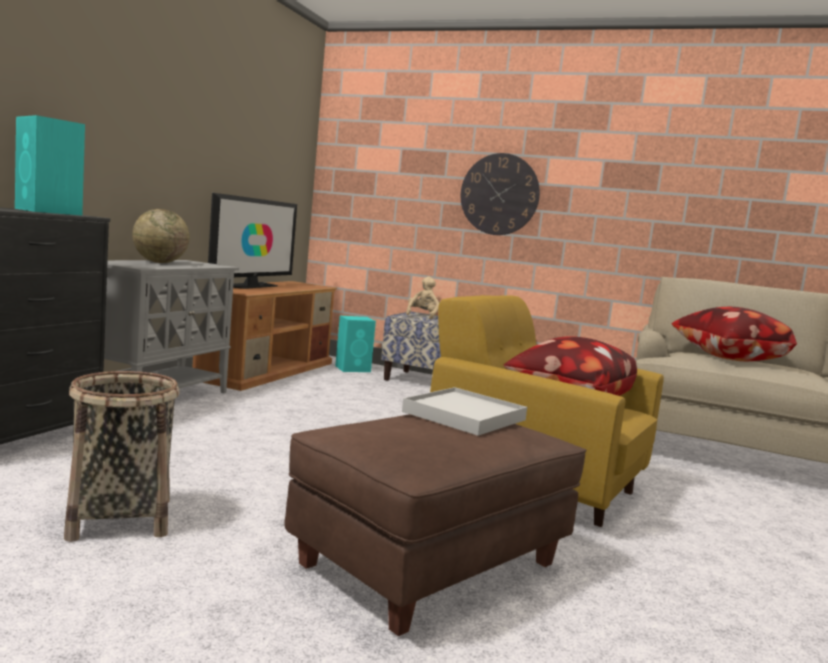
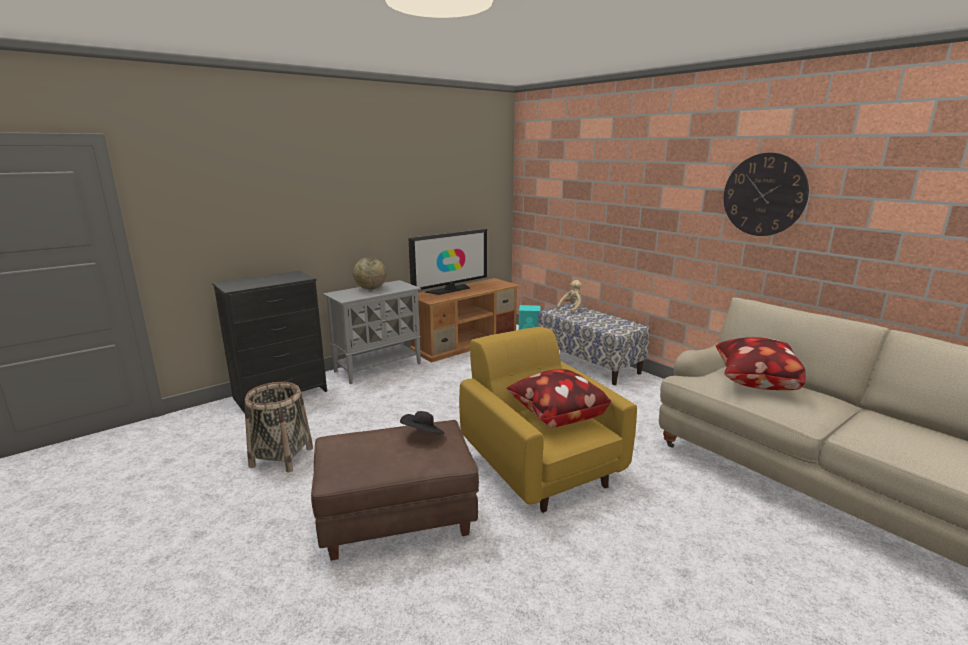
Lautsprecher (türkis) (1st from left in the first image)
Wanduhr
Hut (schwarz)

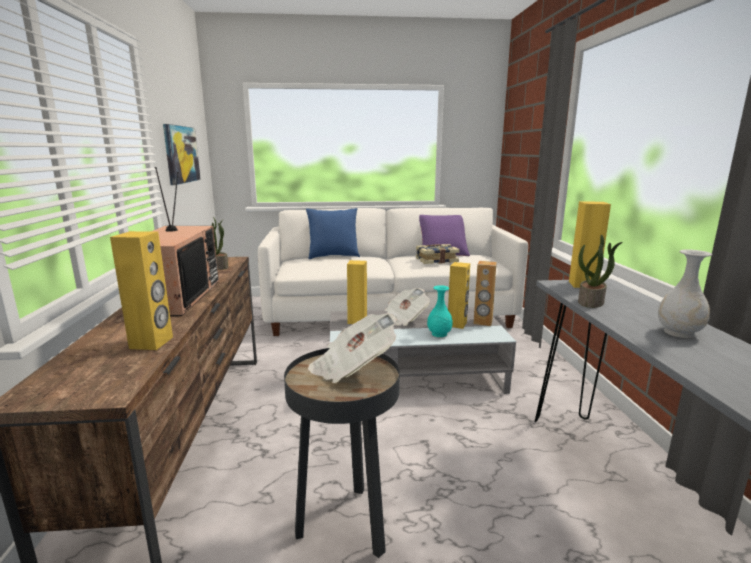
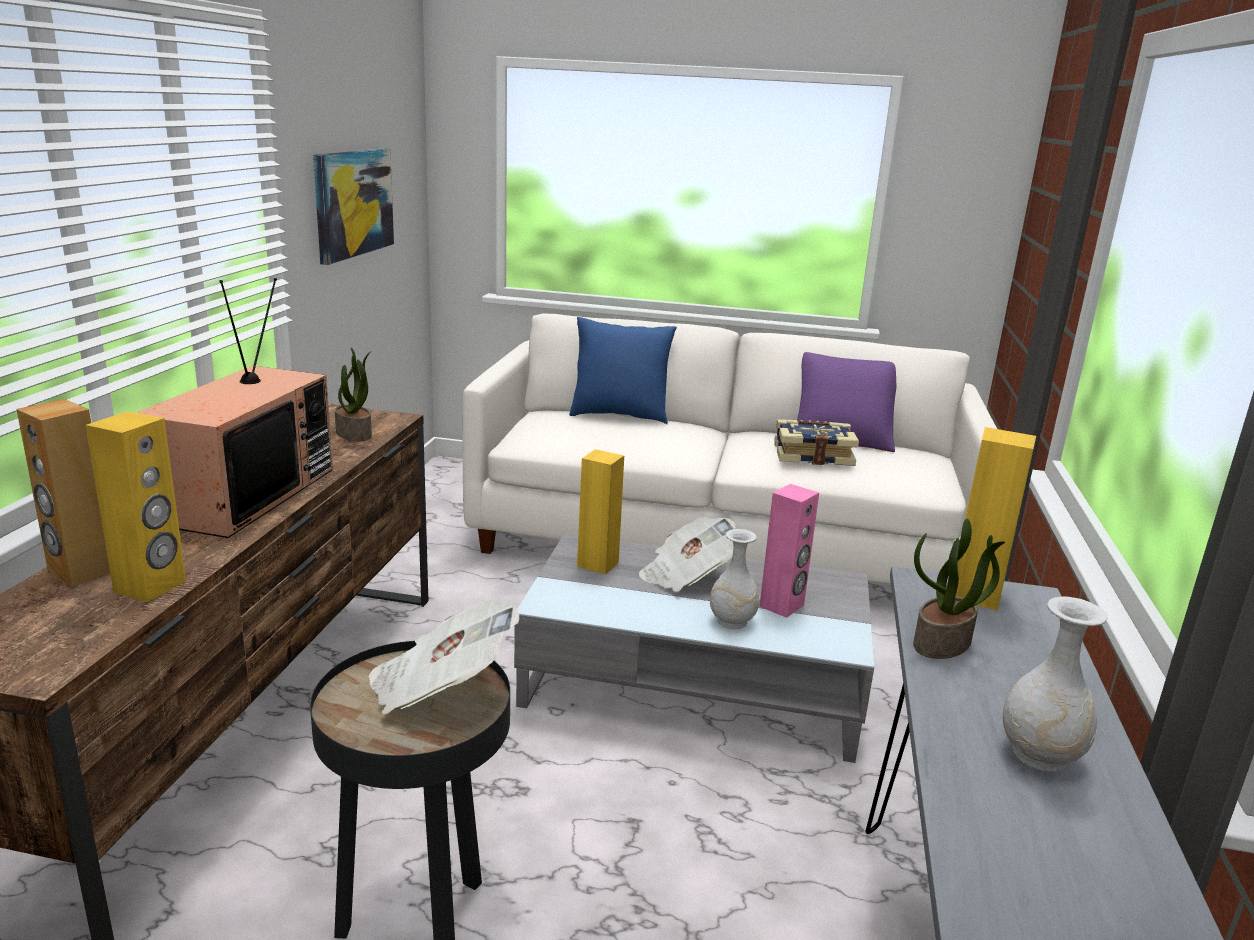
Lautsprecher (braun)
Lautsprecher (rosa)
Vase (weiß) (1st from left)

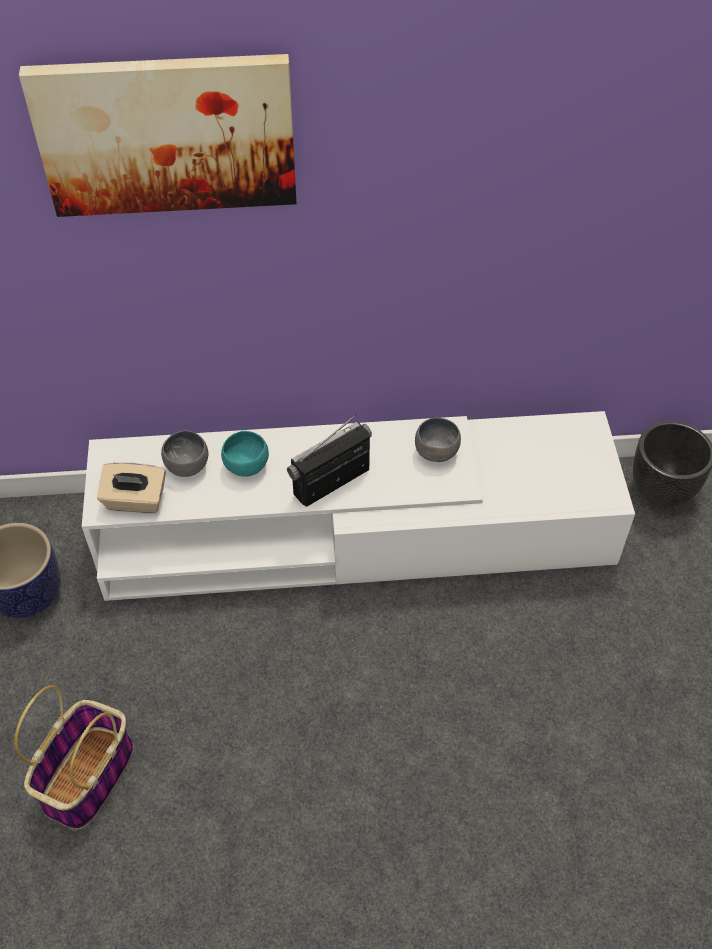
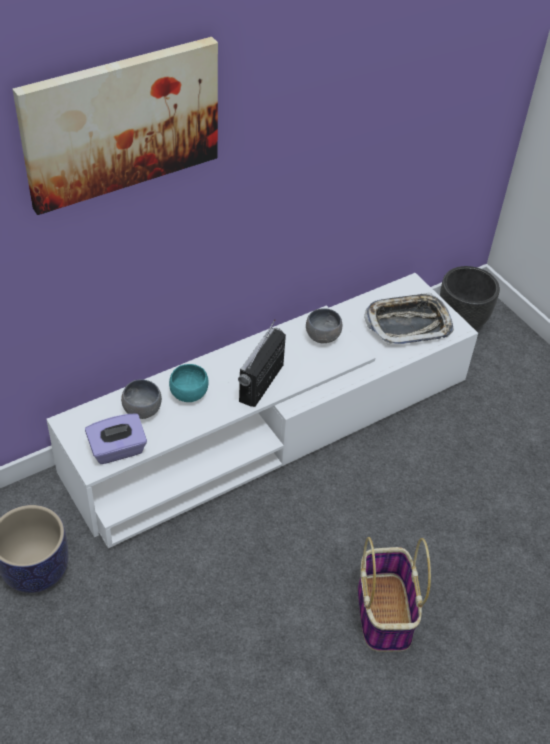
Taschentuchbox (lila)
Korb
Tablett

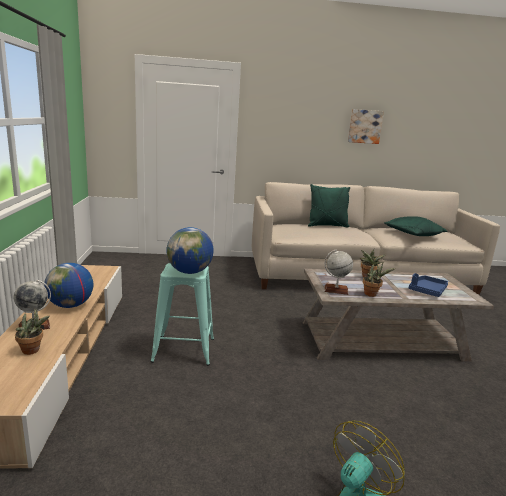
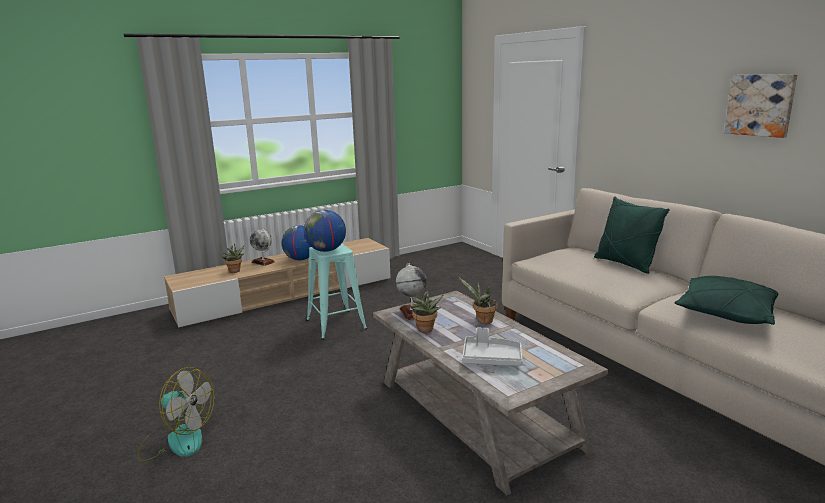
Tablett (grau)

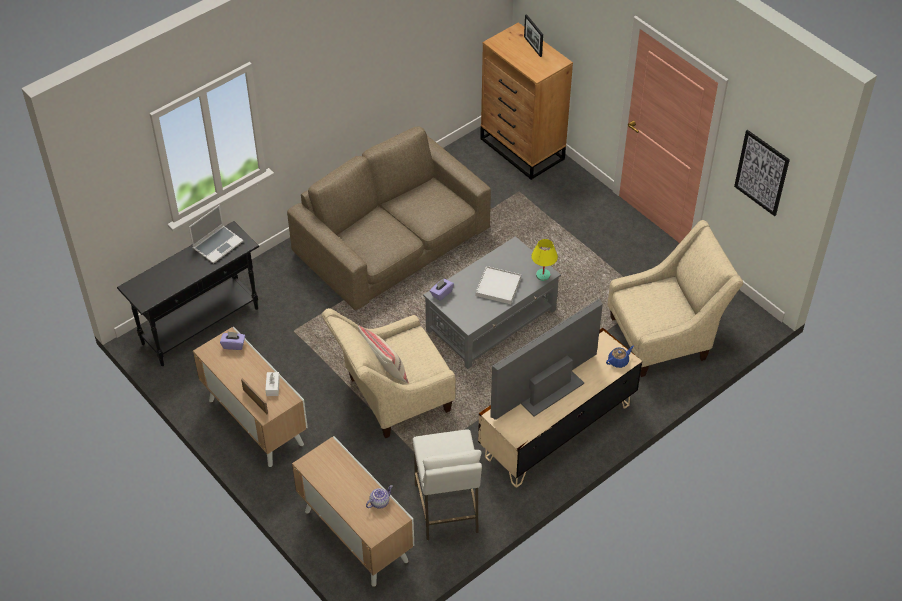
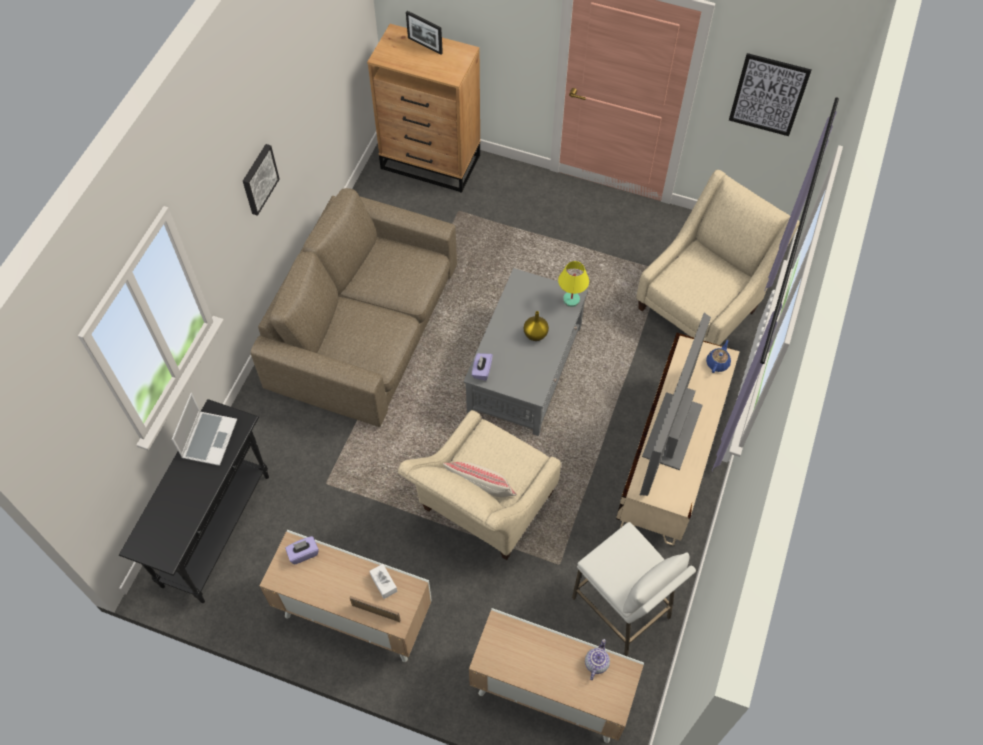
Vase (gelb)
Bild (1st from left)

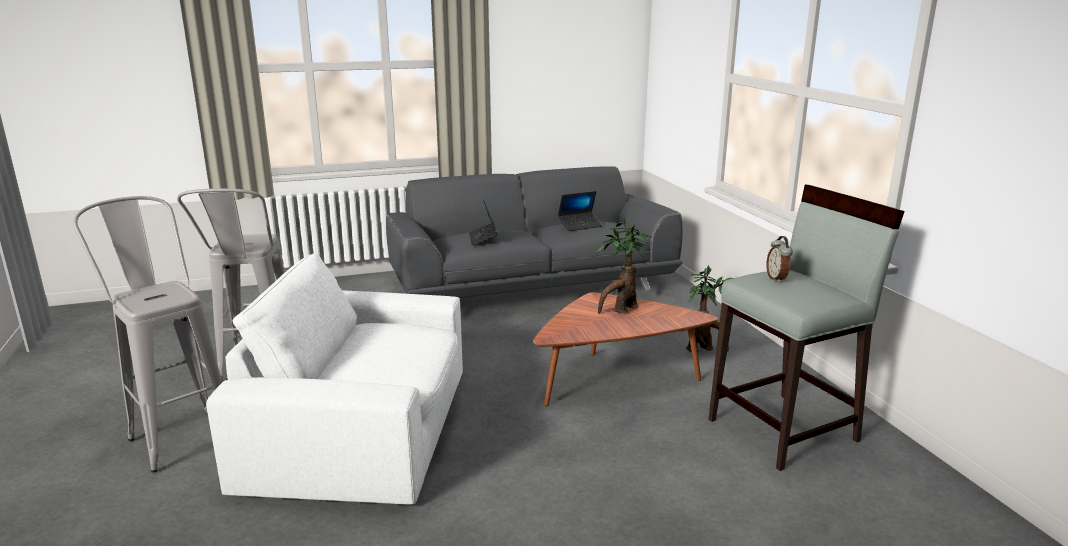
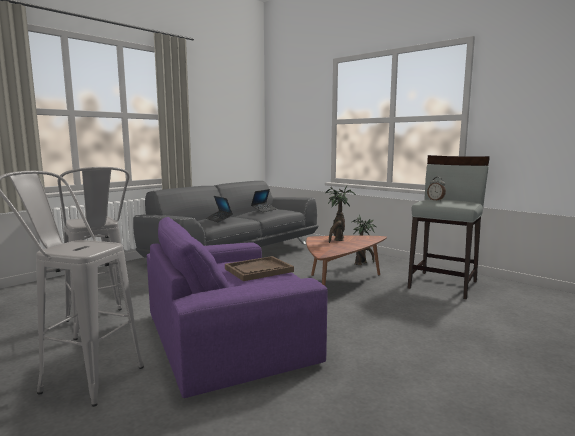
Sessel (lila)
Tablett (braun)

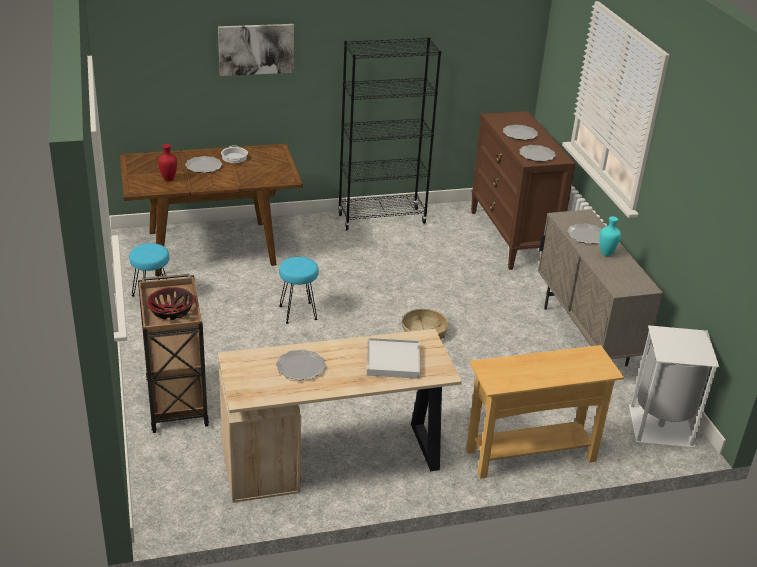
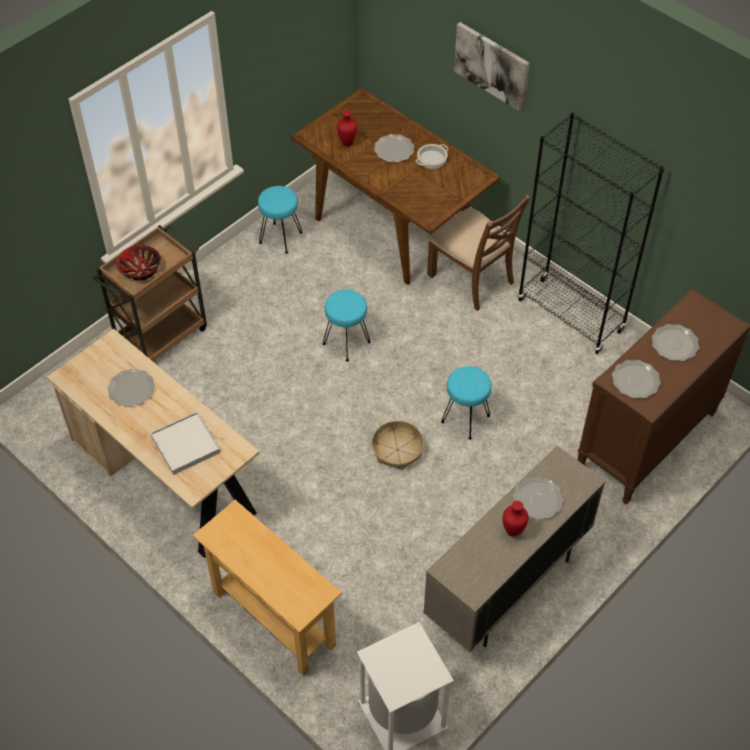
Vase (rot) (2nd from left)
Stuhl (braun)
Hocker (türkis) (3rd from left)

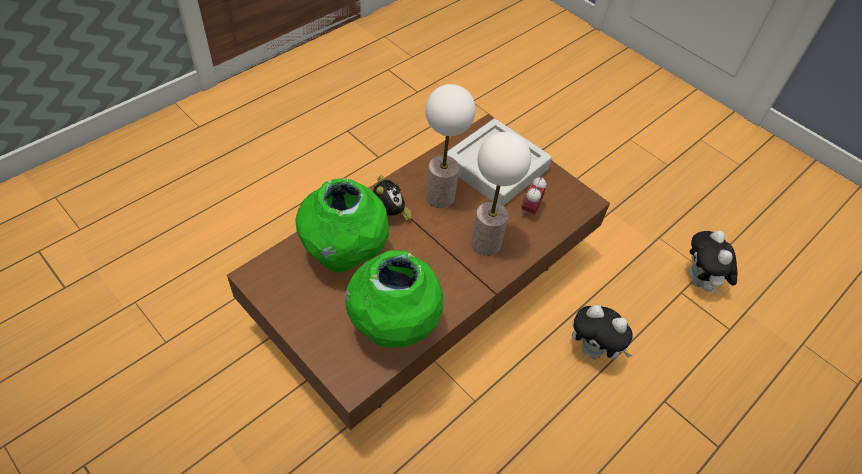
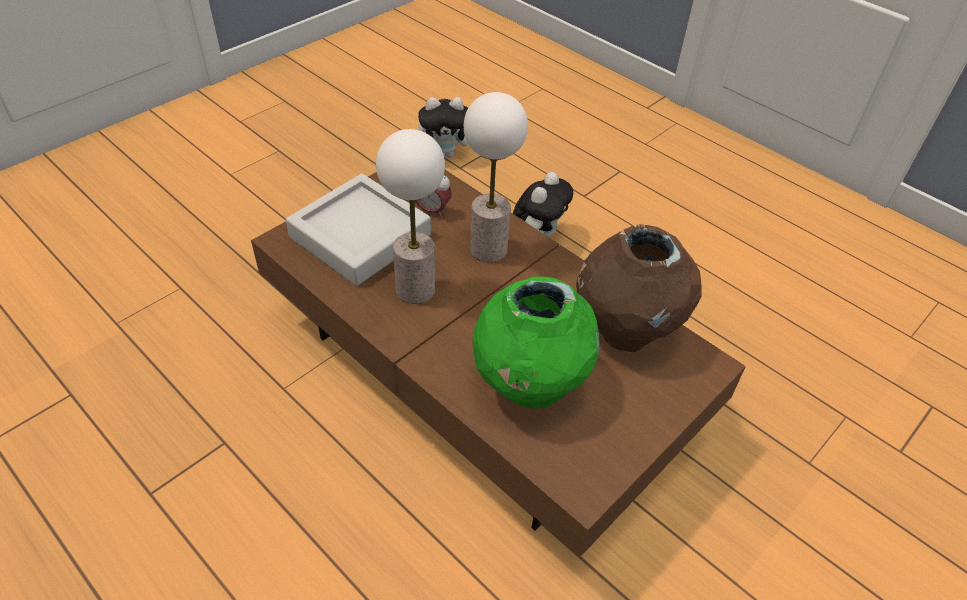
Wecker (1st from left in the first image)
Vase (braun)

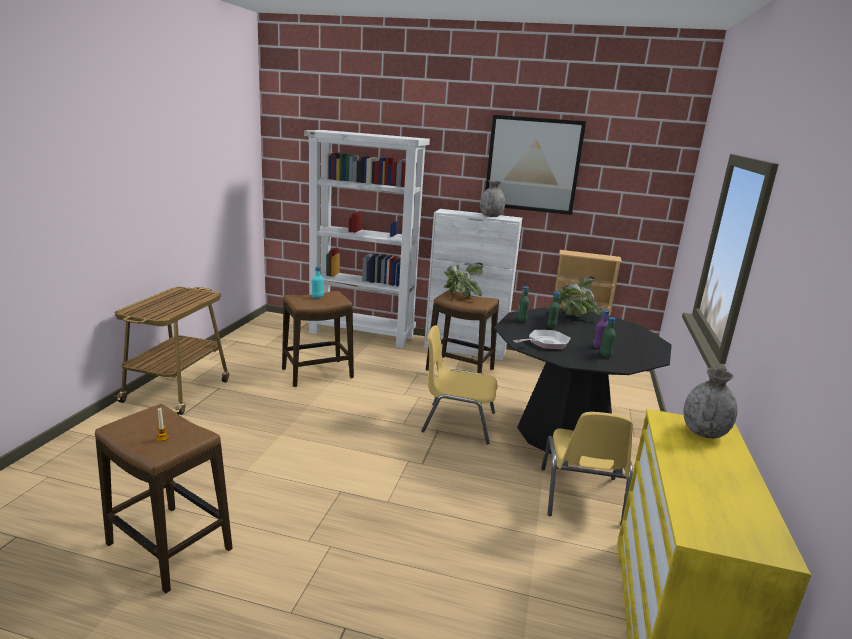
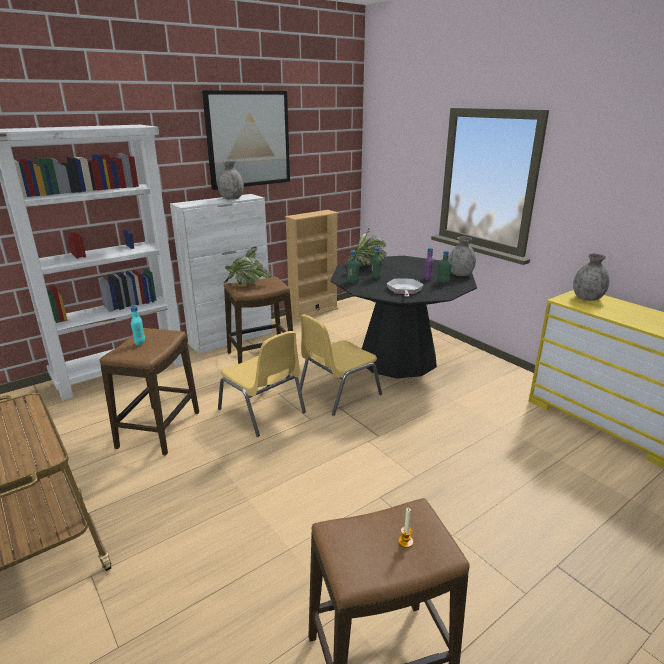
Stuhl (gelb) (1st from left)
Vase (grau) (2nd from left)

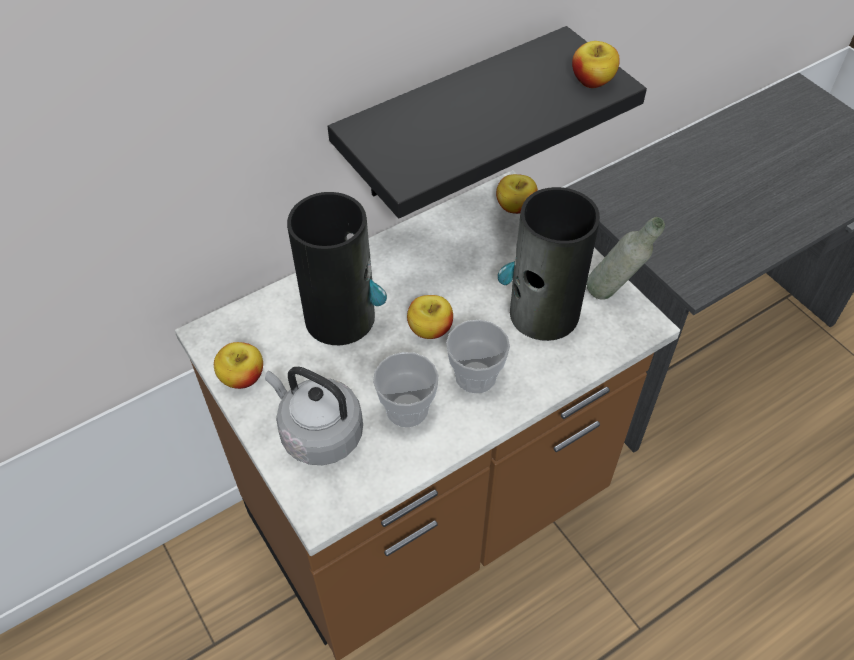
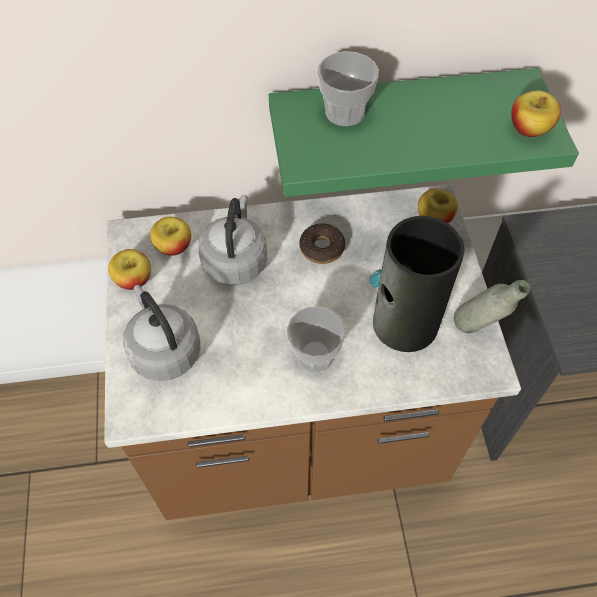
Wandregal (grün)
Wasserkessel (grau) (2nd from left)
Apfel (2nd from left)
Tasse (2nd from left)
Donut

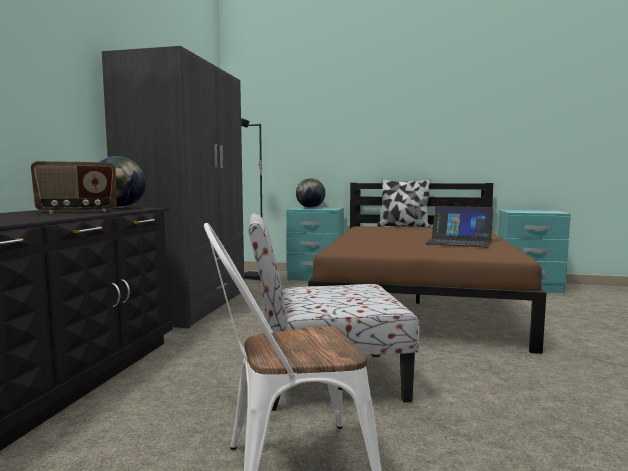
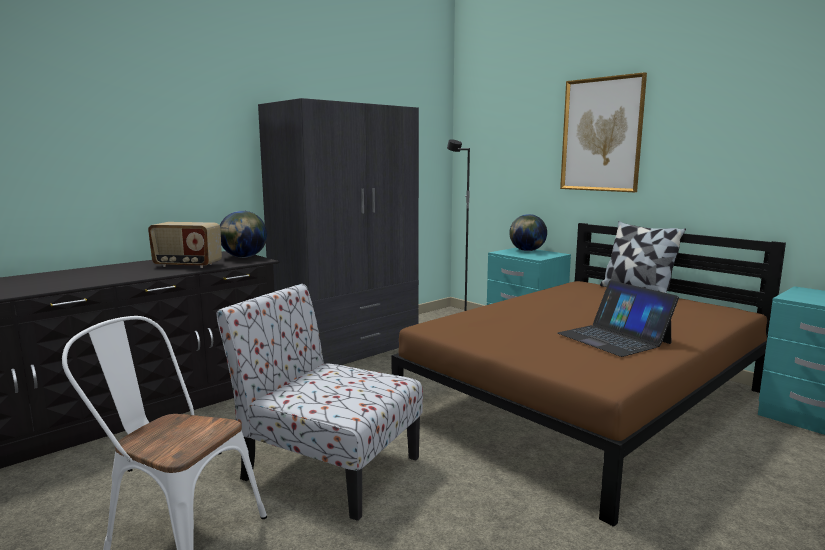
Bild

